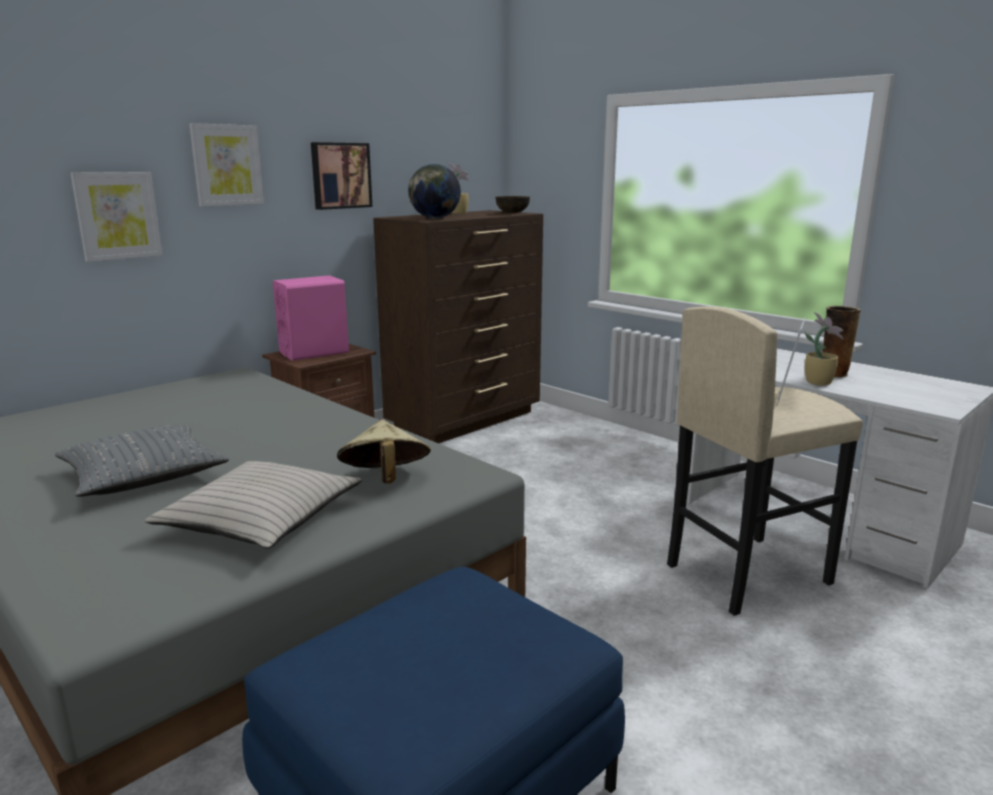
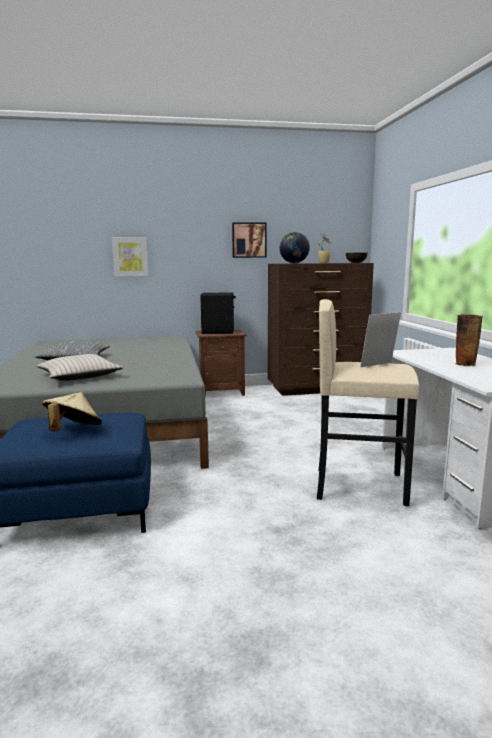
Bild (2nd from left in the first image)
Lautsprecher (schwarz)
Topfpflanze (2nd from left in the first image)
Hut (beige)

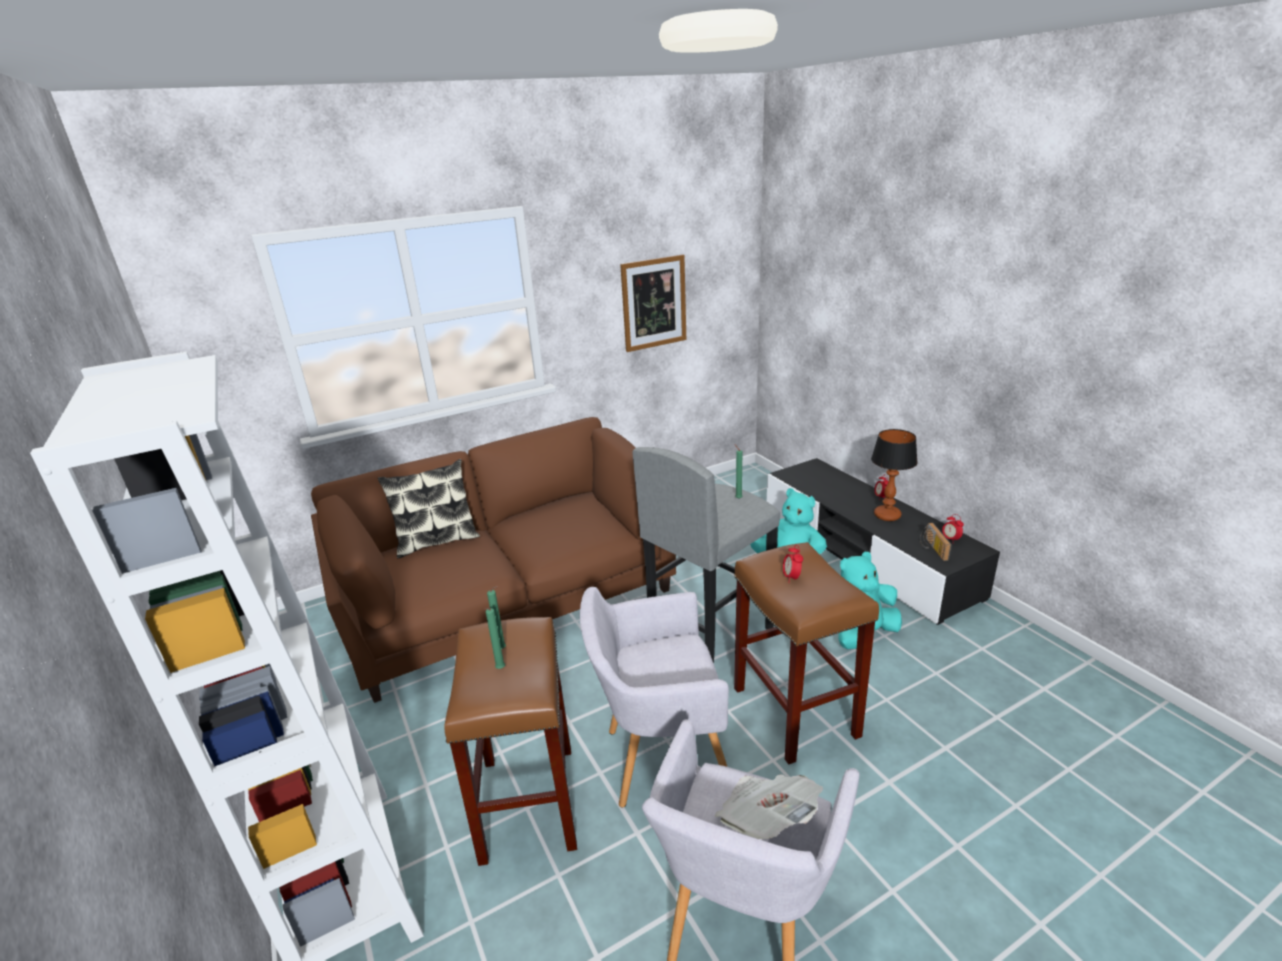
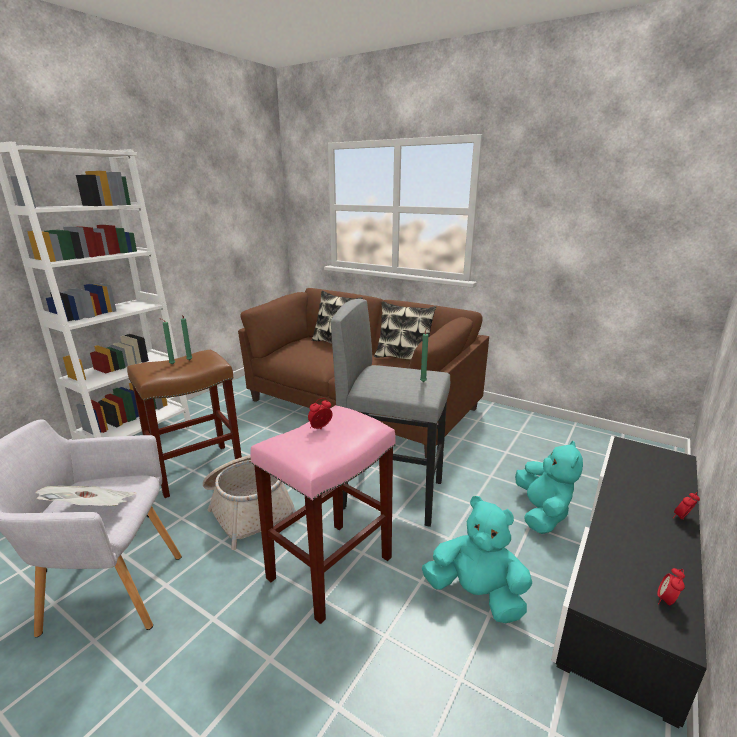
Bild
Tischlampe
Radio
Hocker (rosa)
Korb
Kissen (2nd from left)

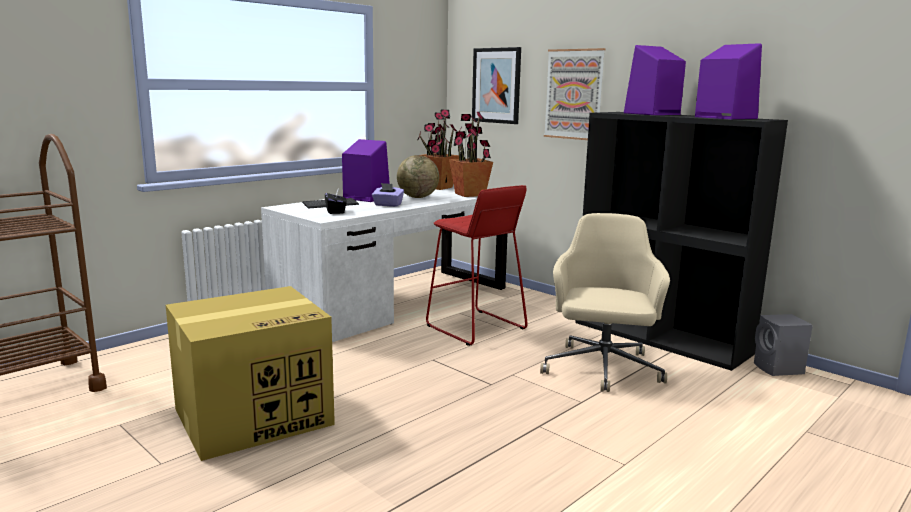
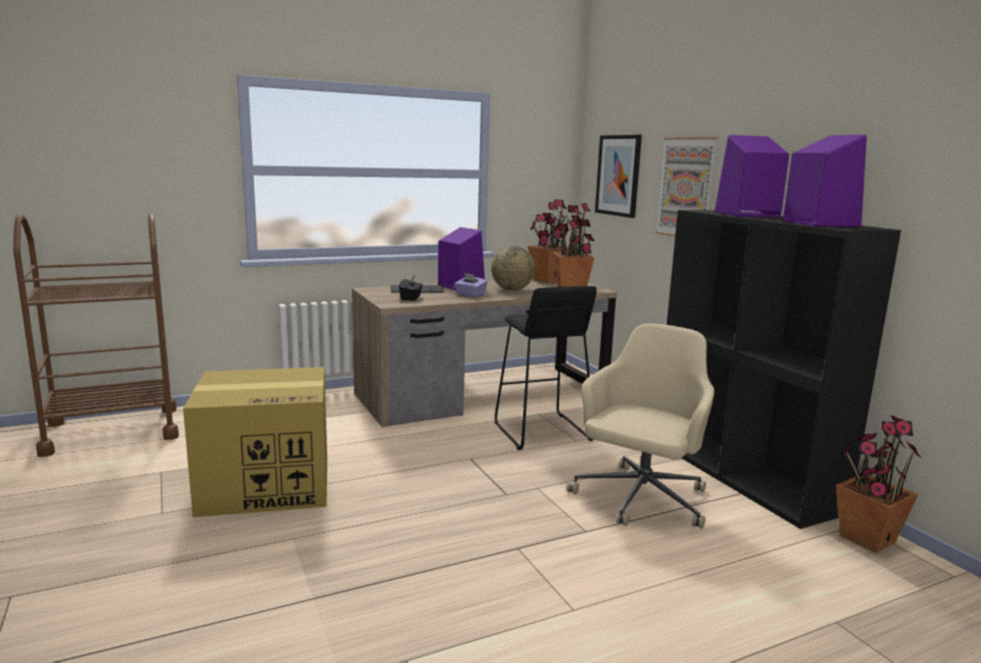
Schreibtisch (braun)
Hocker (schwarz)
Topfpflanze (3rd from left)

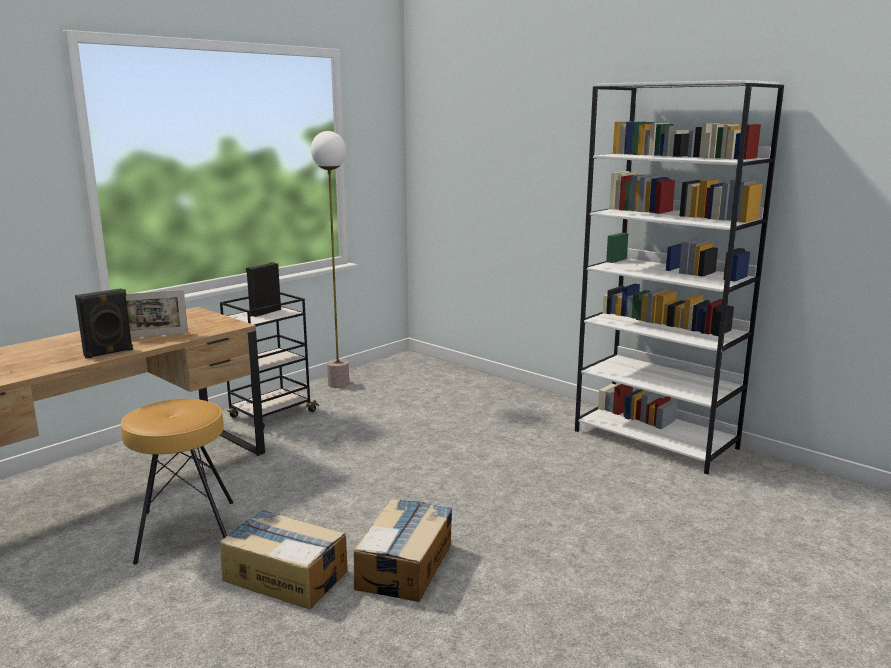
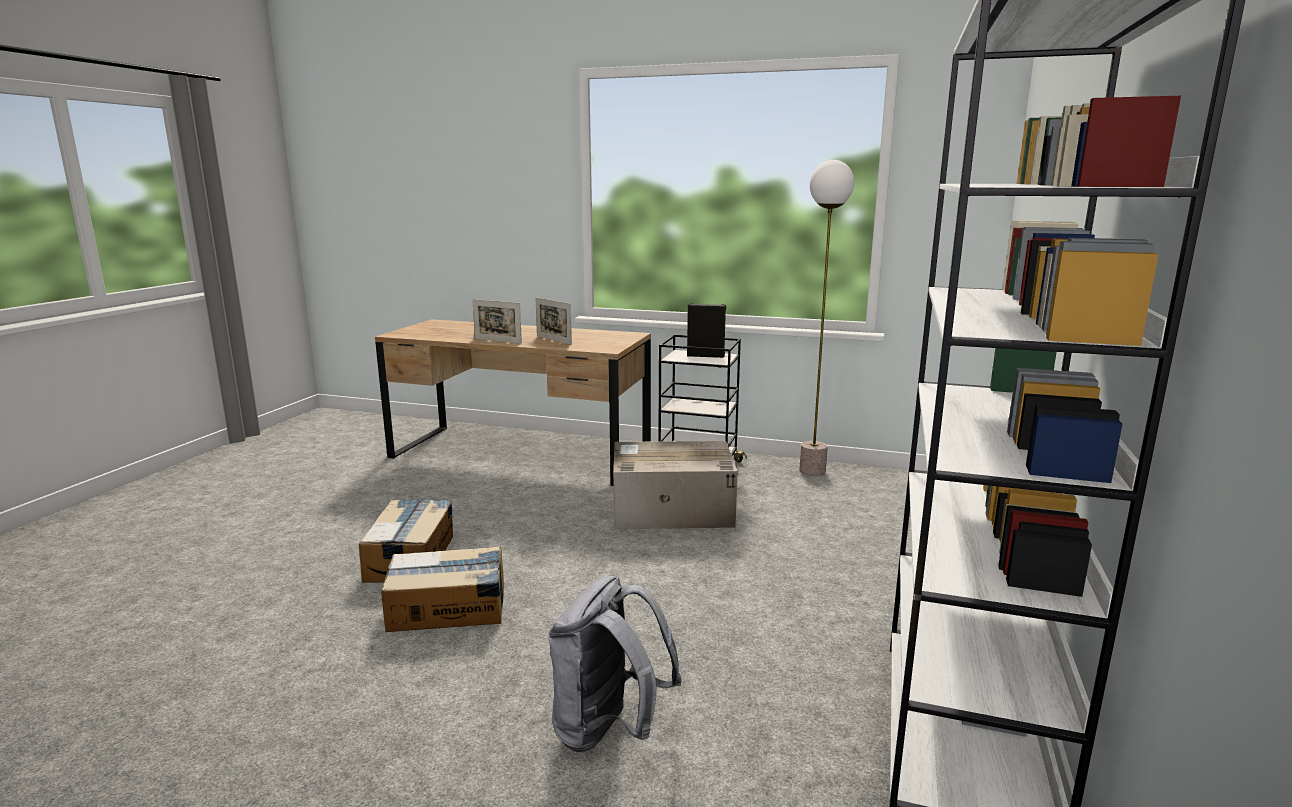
Bilderrahmen (1st from left)
Hocker (braun)
Karton (3rd from left)
Rucksack (grau)

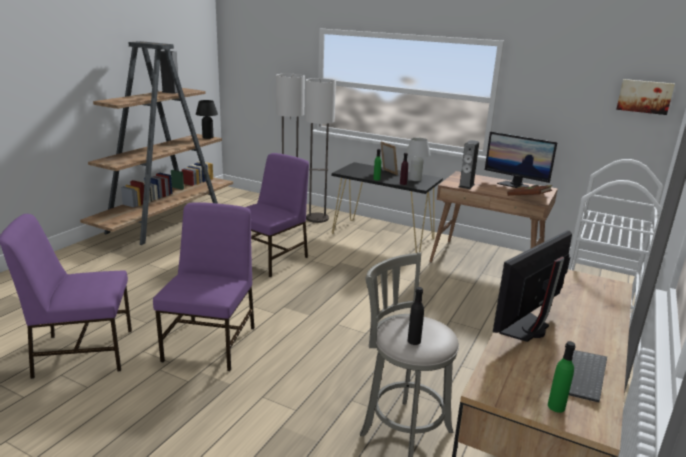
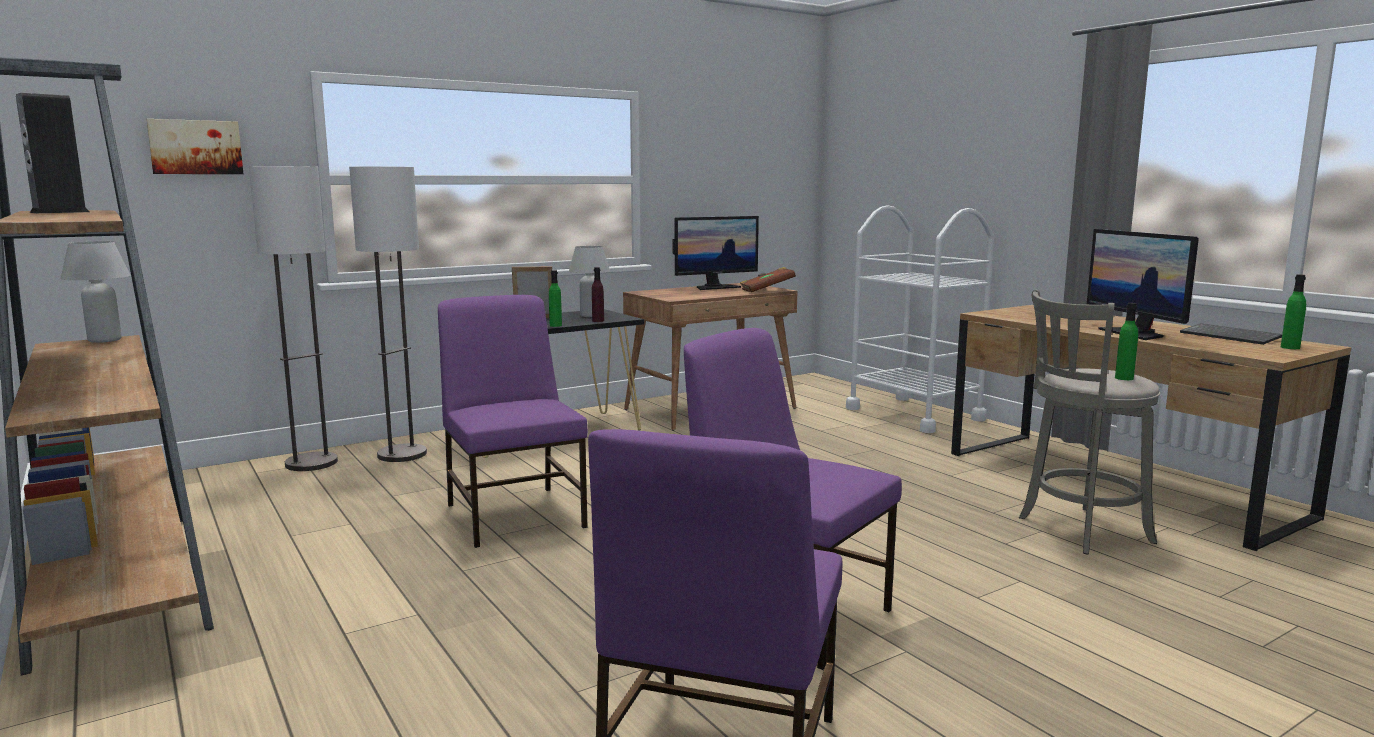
Bild
Tischlampe (weiß) (1st from left)
Lautsprecher (2nd from left in the first image)
Flasche (grün) (2nd from left)

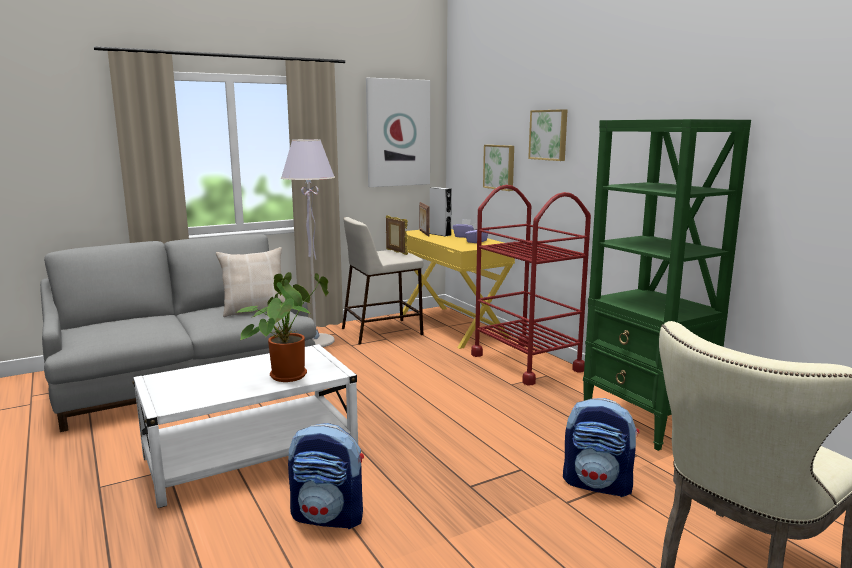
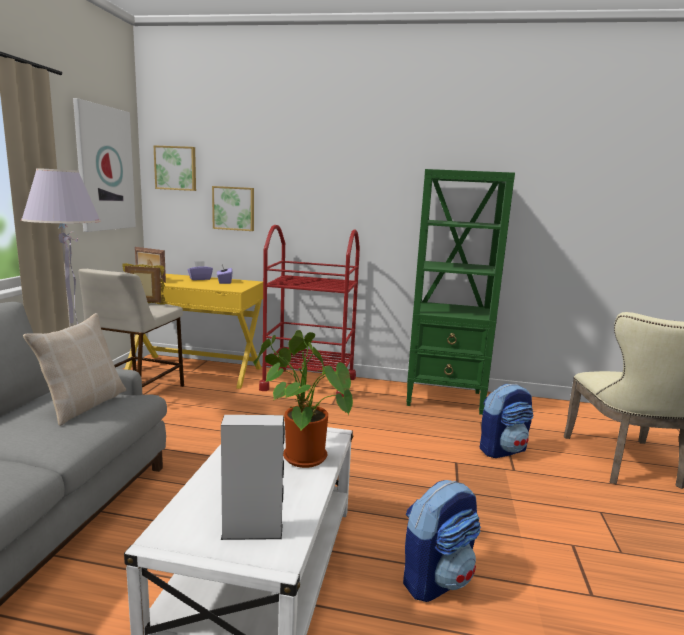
Bild (2nd from left)
Lautsprecher (grau)

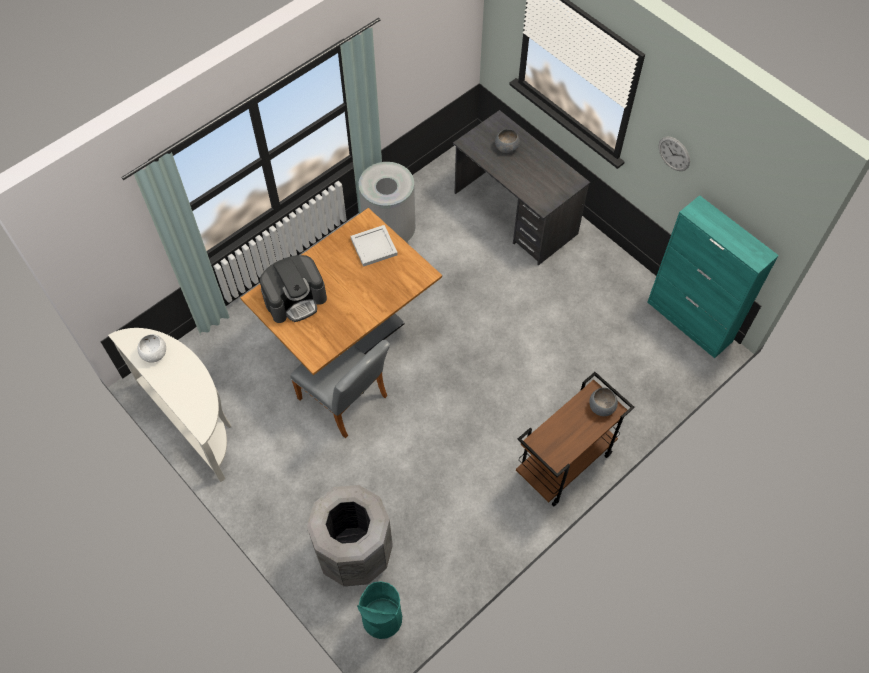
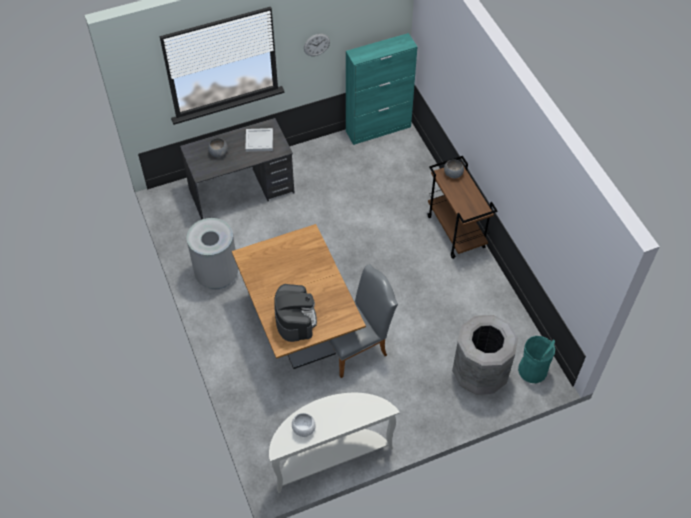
Tablett (weiß)

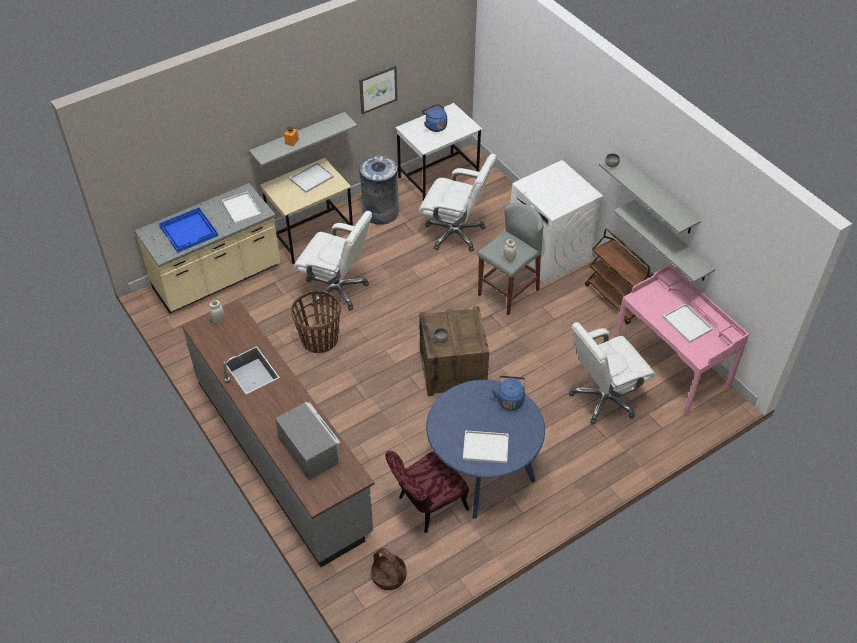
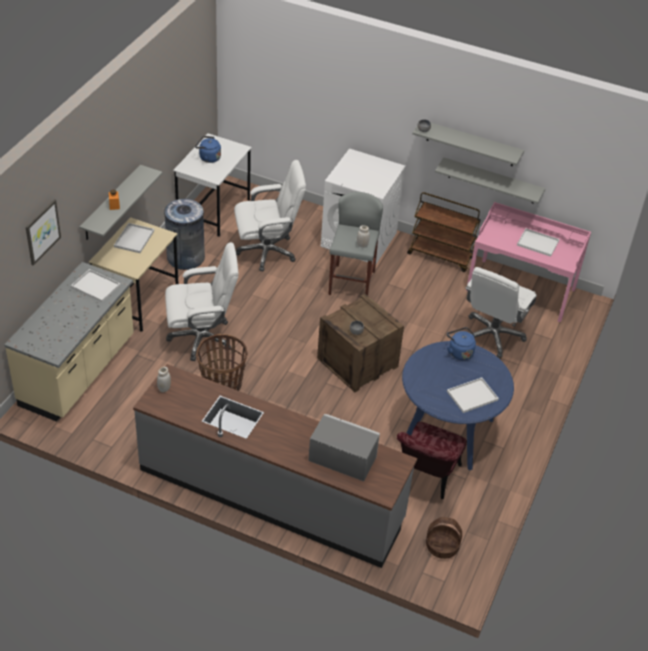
Bild
Tablett (blau)

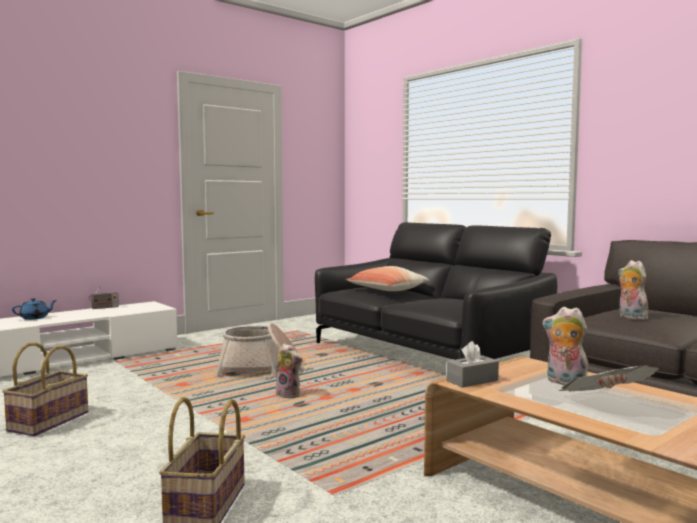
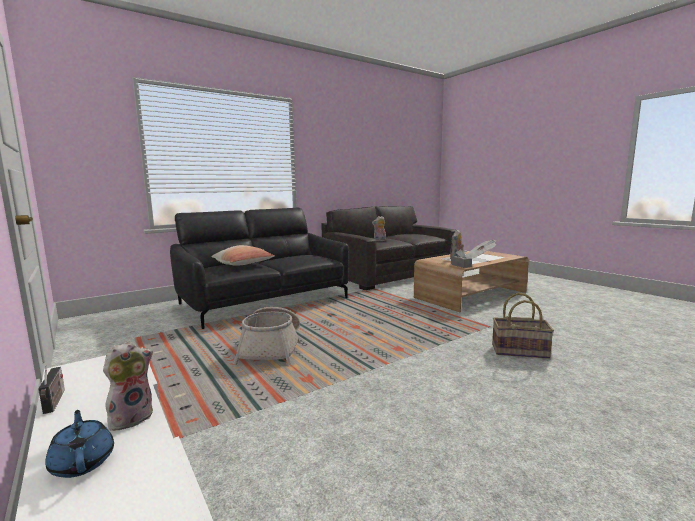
Korb (1st from left in the first image)
Plüschtier (1st from left)

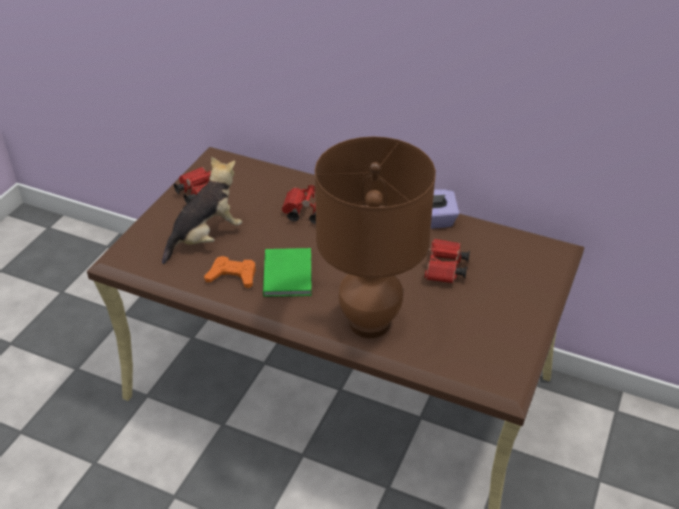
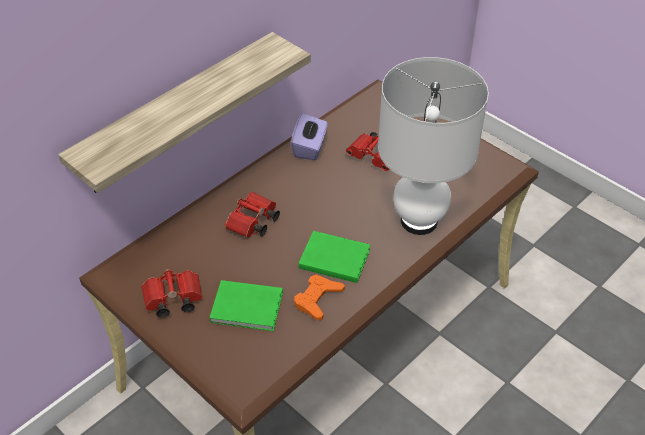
Tischlampe (weiß)
Buch (grün) (1st from left)
Wandregal

